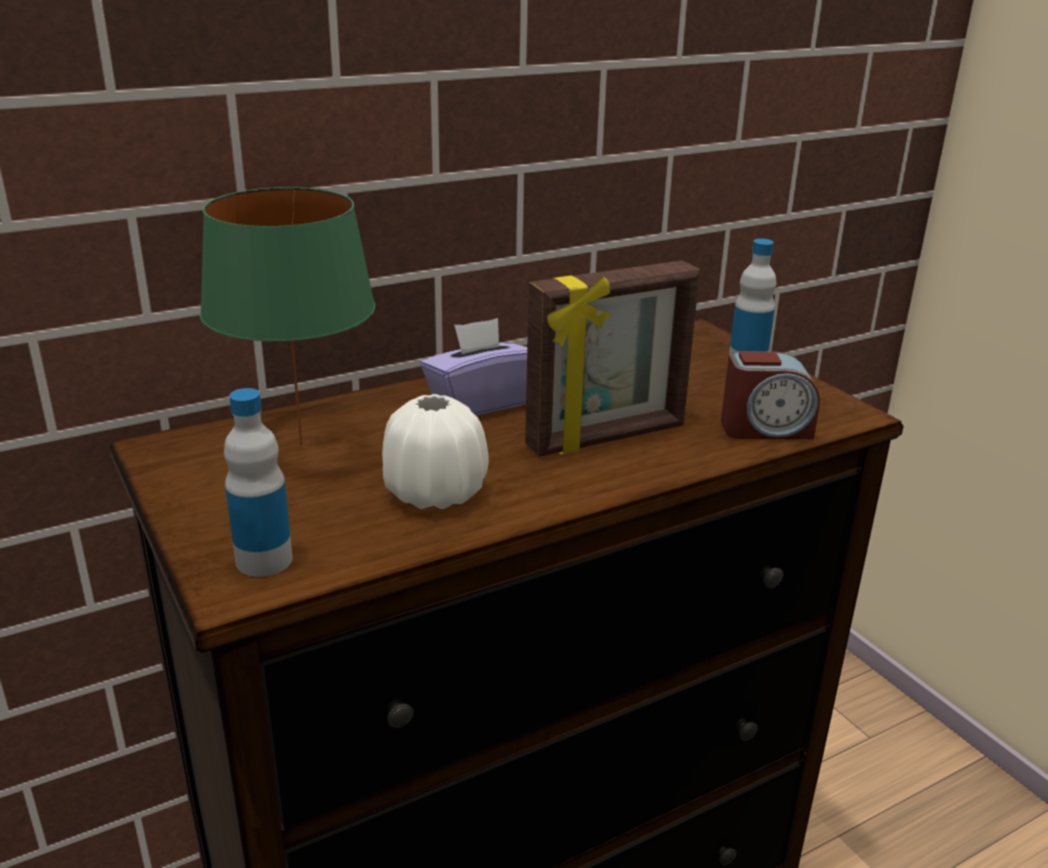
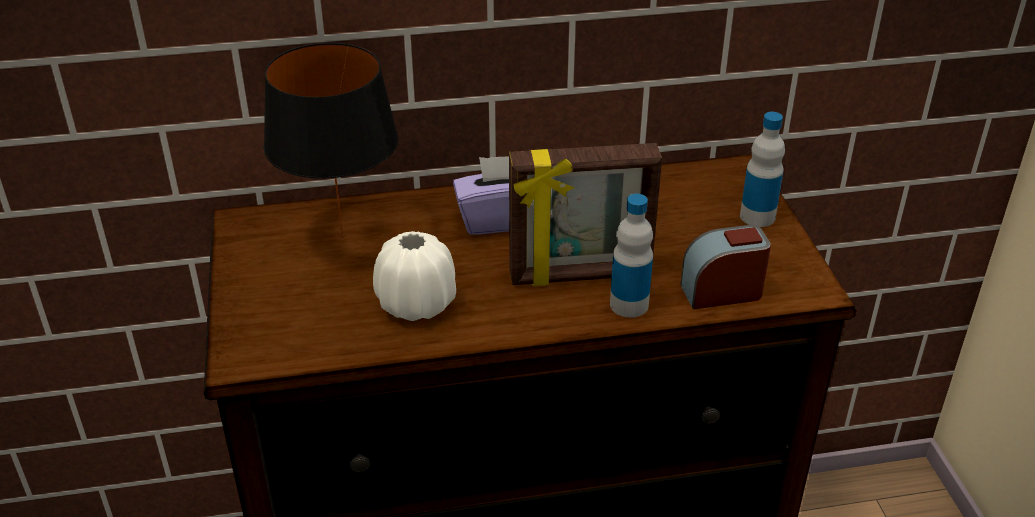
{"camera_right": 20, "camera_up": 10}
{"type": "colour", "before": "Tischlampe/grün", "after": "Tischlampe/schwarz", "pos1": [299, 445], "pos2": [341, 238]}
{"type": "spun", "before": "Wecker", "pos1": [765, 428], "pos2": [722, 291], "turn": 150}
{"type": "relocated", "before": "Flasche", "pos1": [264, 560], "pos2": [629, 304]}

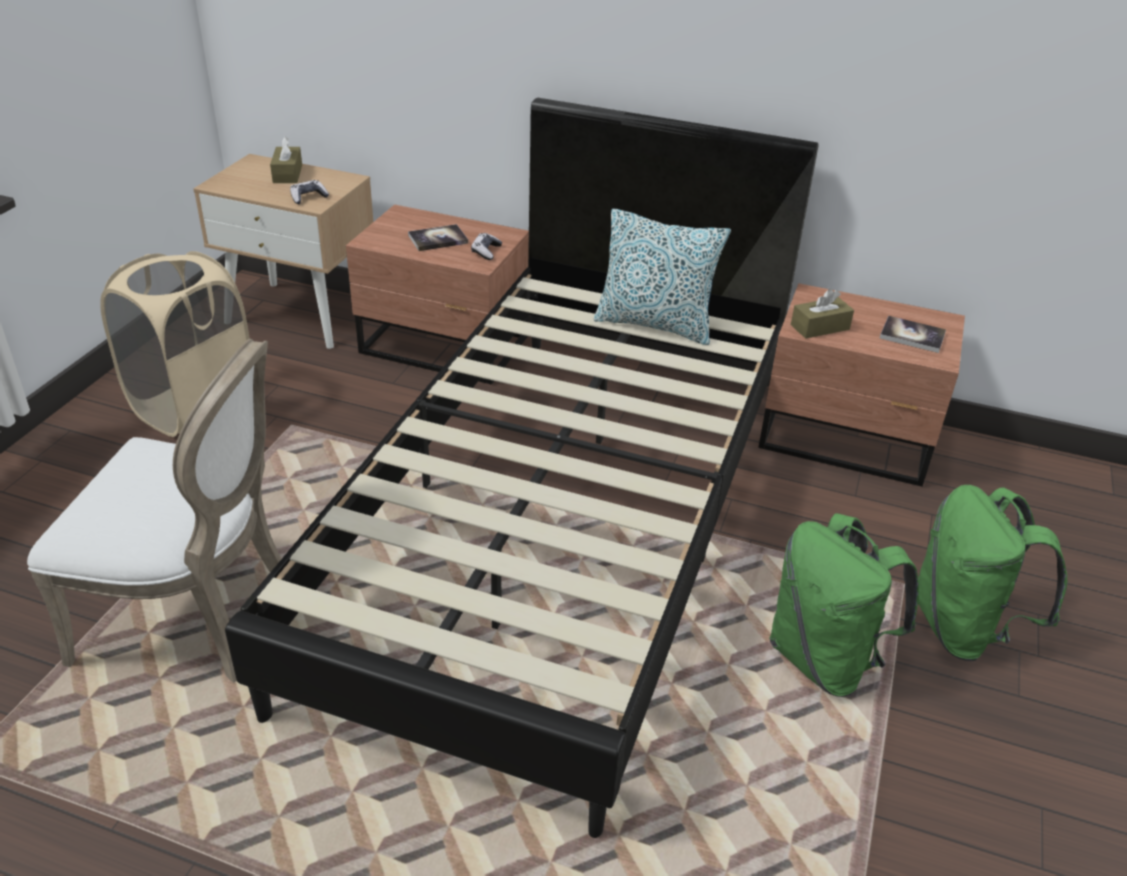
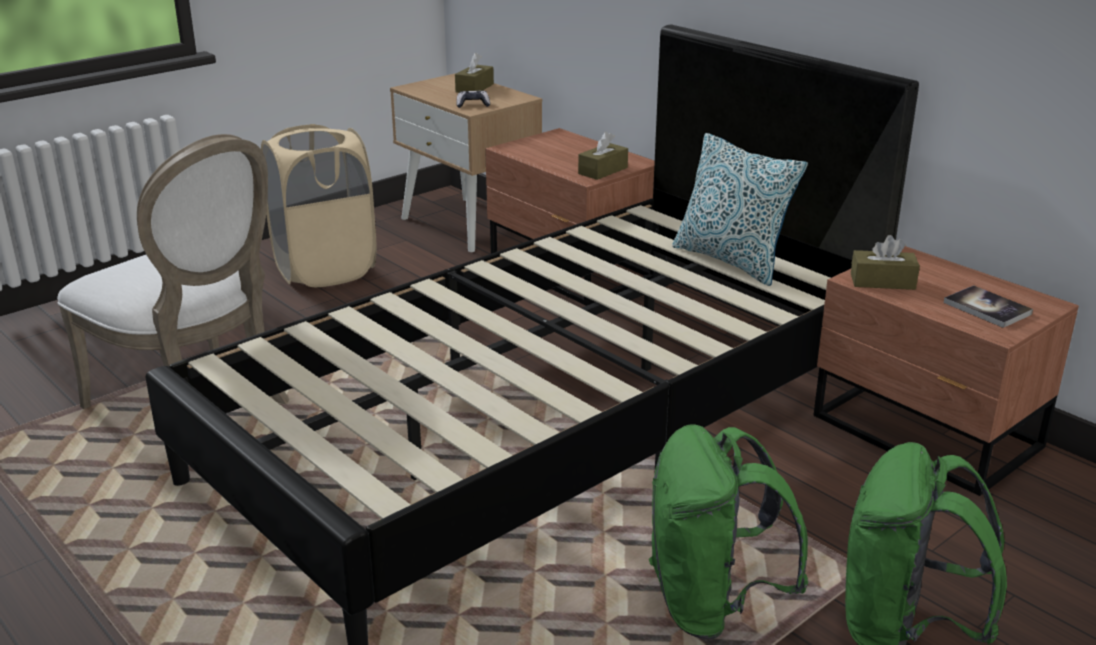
{"camera_right": 30, "camera_up": -10}
{"type": "missing", "before": "Buch", "pos1": [438, 239]}
{"type": "exchanged", "before": "Gamepad", "after": "Taschentuchbox/braun", "pos1": [486, 251], "pos2": [603, 171]}

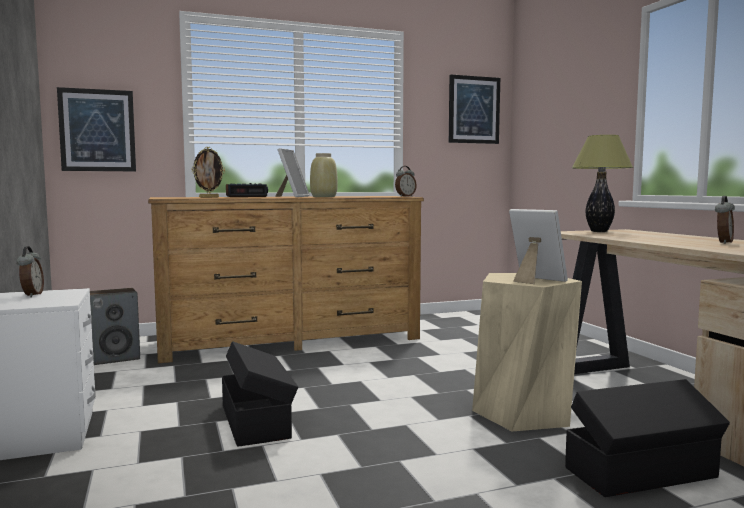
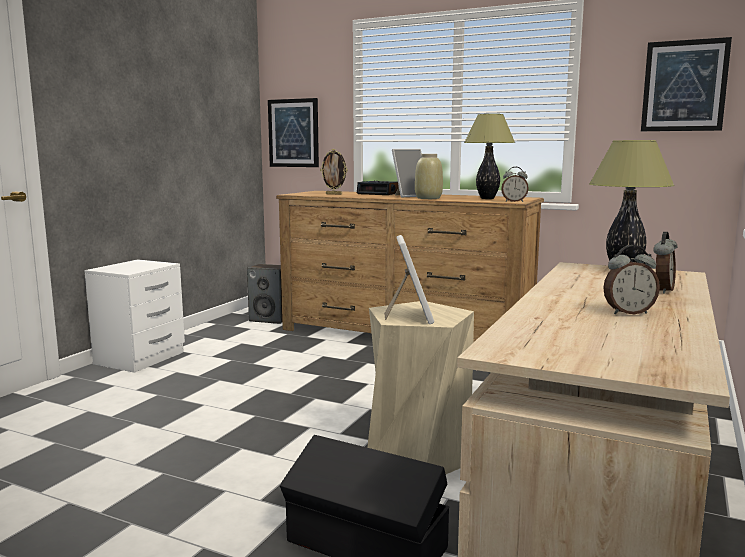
{"camera_right": 45, "camera_up": 5}
{"type": "relocated", "before": "Wecker", "pos1": [31, 295], "pos2": [662, 290]}
{"type": "missing", "before": "Aufbewahrungsbox/schwarz", "pos1": [256, 420]}
{"type": "appeared", "after": "Tischlampe", "pos2": [487, 198]}

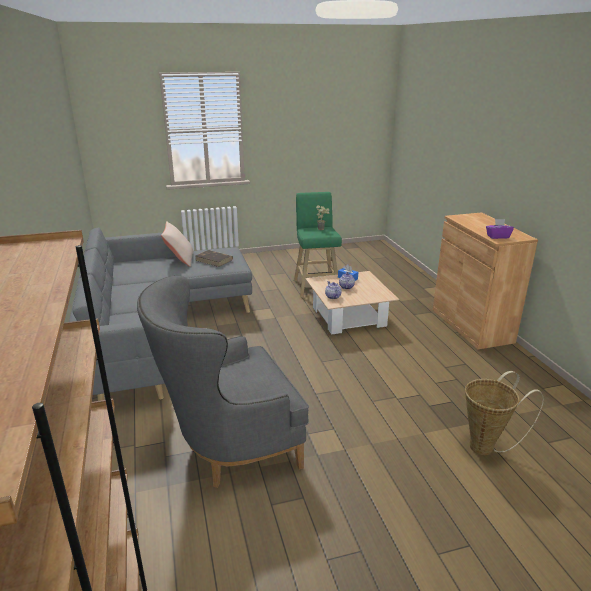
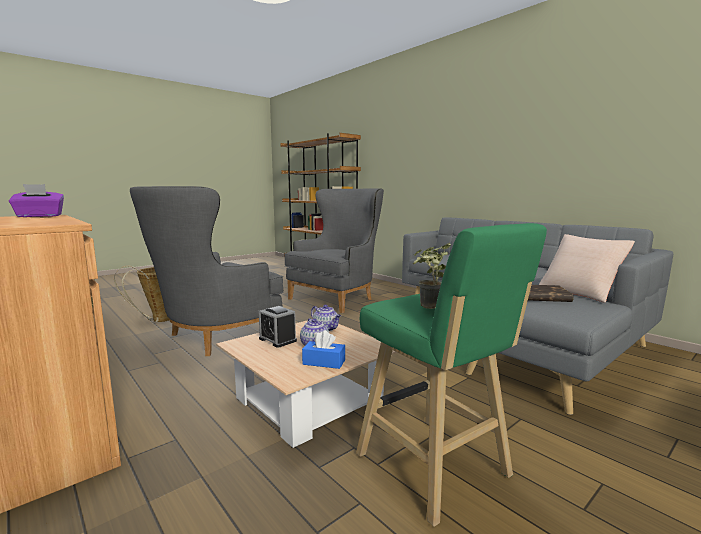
{"camera_right": 155, "camera_up": -15}
{"type": "appeared", "after": "Sessel/grau", "pos2": [212, 338]}
{"type": "appeared", "after": "Wecker", "pos2": [277, 340]}

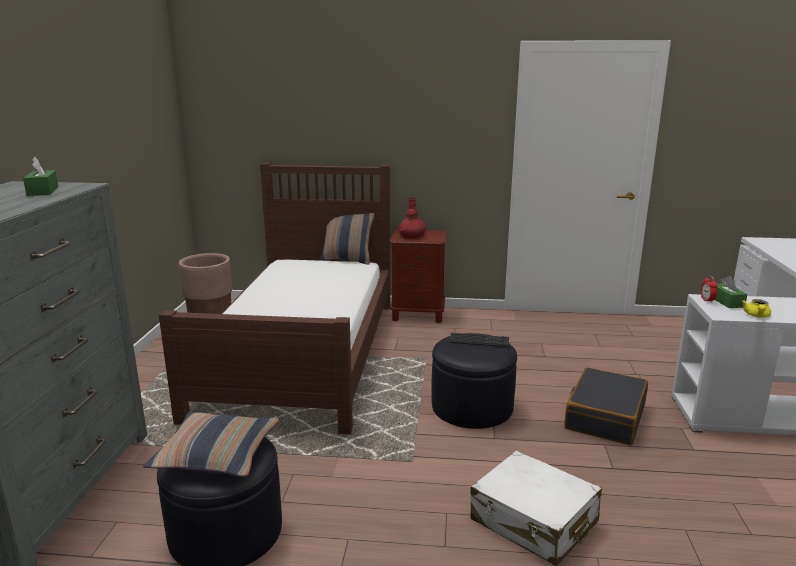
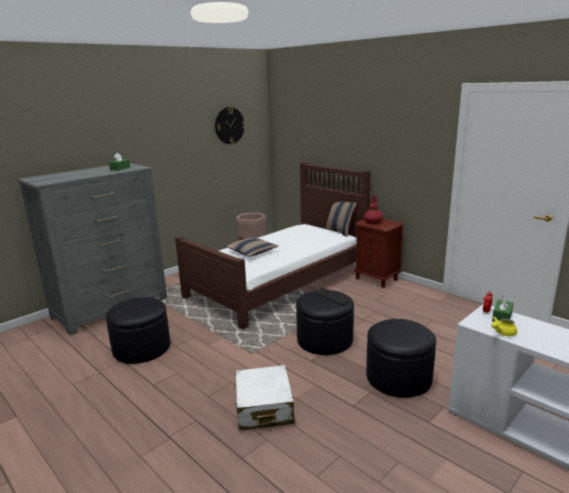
{"camera_right": 40, "camera_up": 0}
{"type": "exchanged", "before": "Koffer/schwarz", "after": "Polsterhocker/schwarz", "pos1": [604, 417], "pos2": [398, 378]}
{"type": "relocated", "before": "Kissen", "pos1": [217, 455], "pos2": [252, 252]}
{"type": "appeared", "after": "Wanduhr", "pos2": [229, 125]}

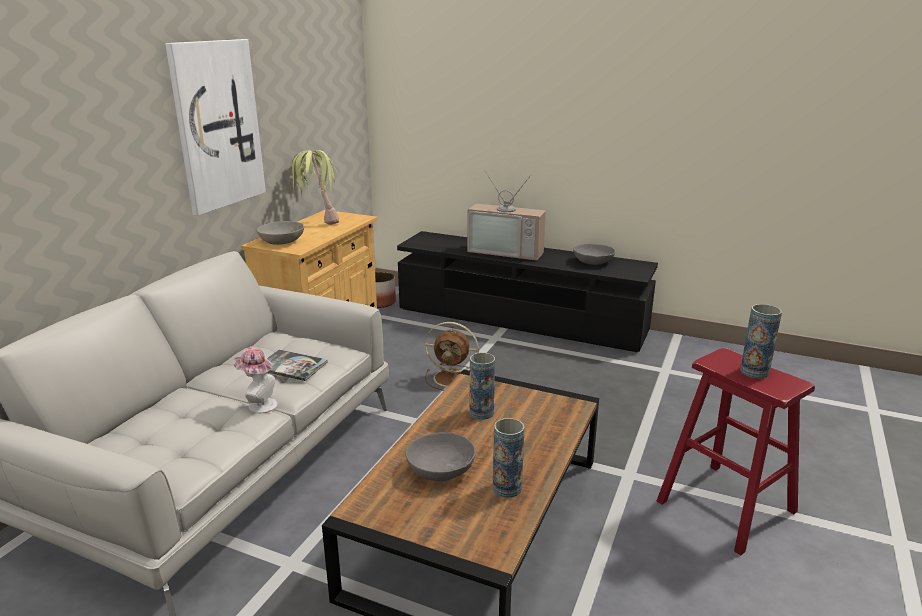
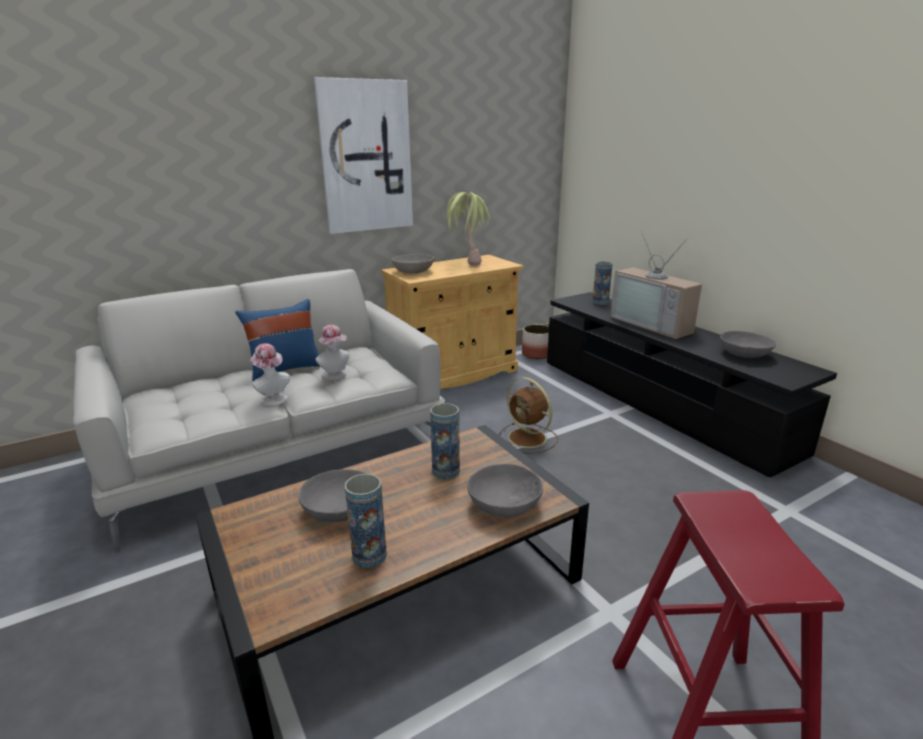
{"camera_right": 35, "camera_up": 0}
{"type": "relocated", "before": "Vase", "pos1": [754, 371], "pos2": [600, 302]}
{"type": "exchanged", "before": "Buch", "after": "Hut", "pos1": [291, 366], "pos2": [335, 376]}
{"type": "appeared", "after": "Kissen/blau", "pos2": [285, 369]}
{"type": "appeared", "after": "Schüssel/grau", "pos2": [504, 503]}

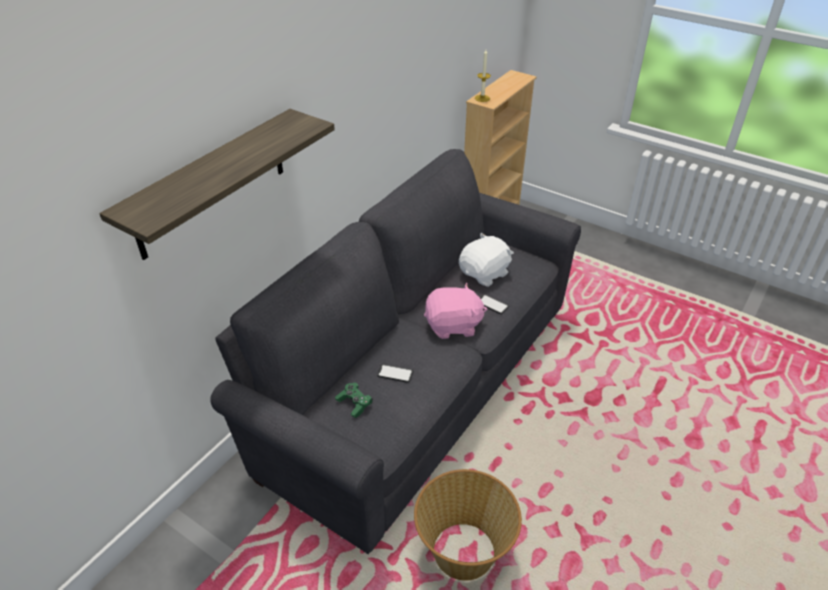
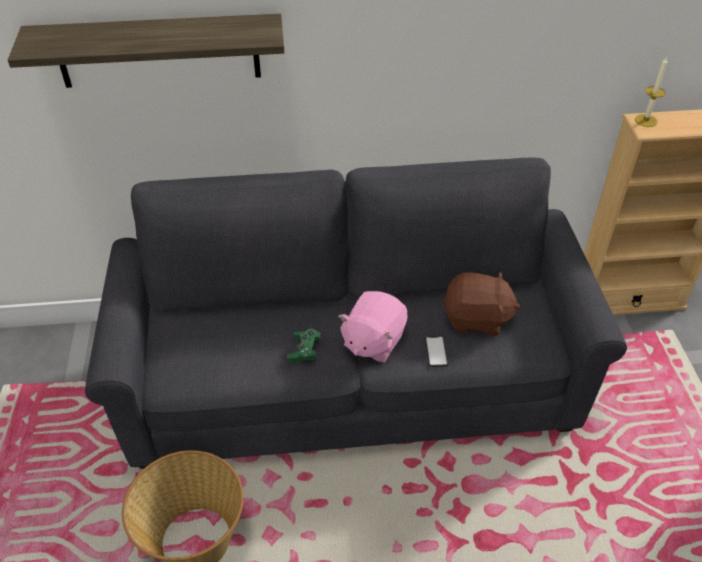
{"camera_right": 50, "camera_up": 5}
{"type": "colour", "before": "Plüschtier/weiß", "after": "Plüschtier/braun", "pos1": [485, 274], "pos2": [476, 319]}
{"type": "spun", "before": "Plüschtier/rosa", "pos1": [453, 326], "pos2": [373, 341], "turn": 75}
{"type": "missing", "before": "Handy", "pos1": [395, 373]}
{"type": "relocated", "before": "Gamepad/grün", "pos1": [354, 404], "pos2": [304, 350]}

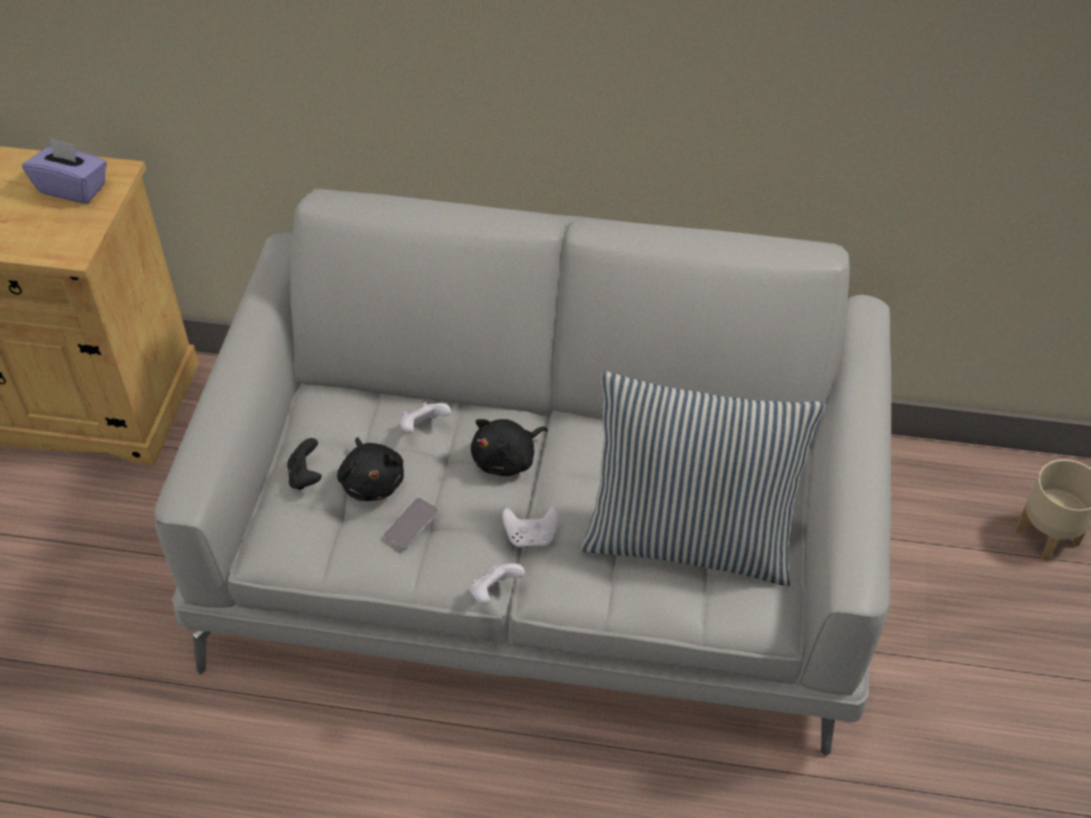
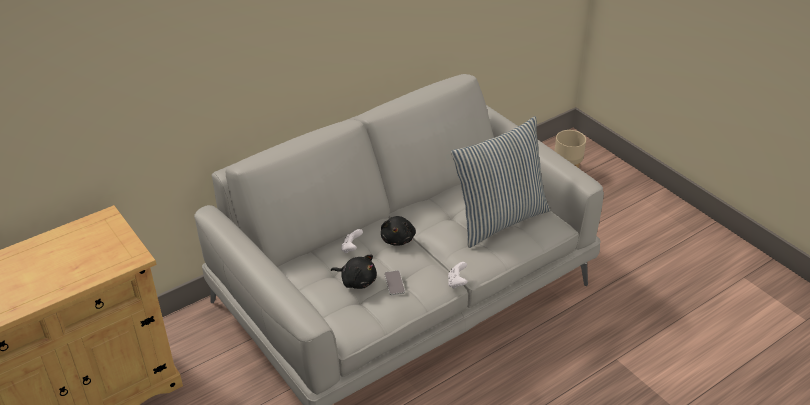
{"camera_right": -45, "camera_up": -10}
{"type": "missing", "before": "Taschentuchbox/lila", "pos1": [73, 188]}
{"type": "missing", "before": "Gamepad/schwarz", "pos1": [306, 476]}
{"type": "missing", "before": "Gamepad/weiß", "pos1": [531, 536]}

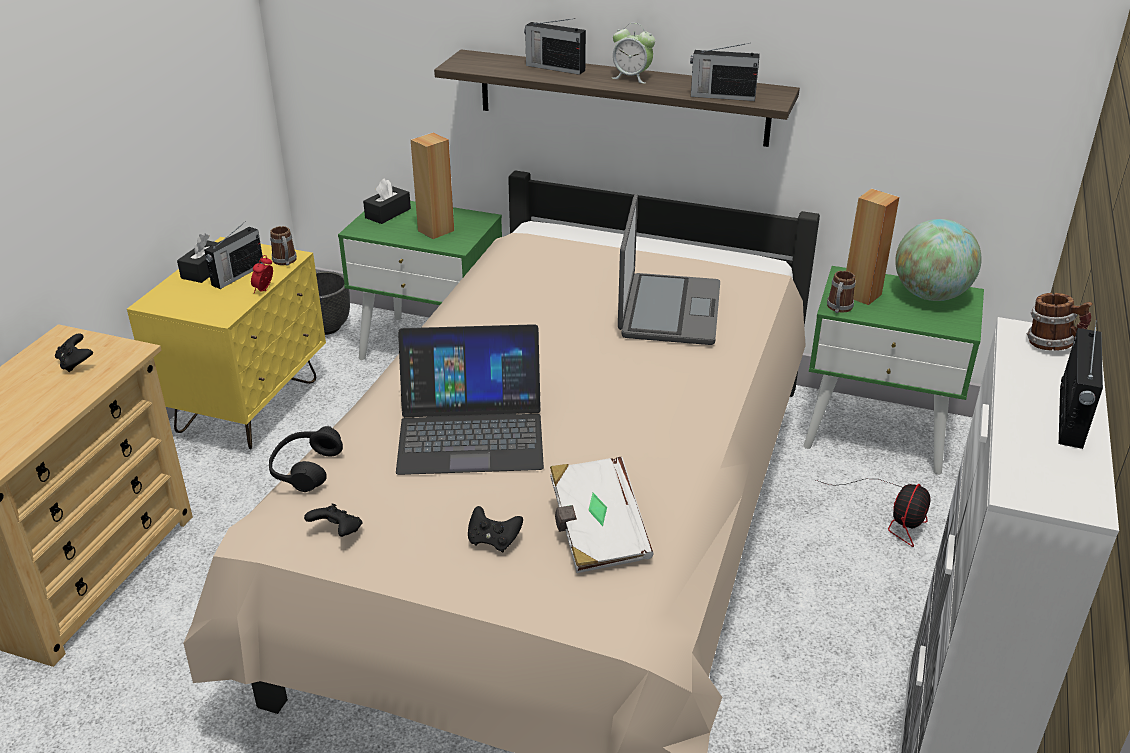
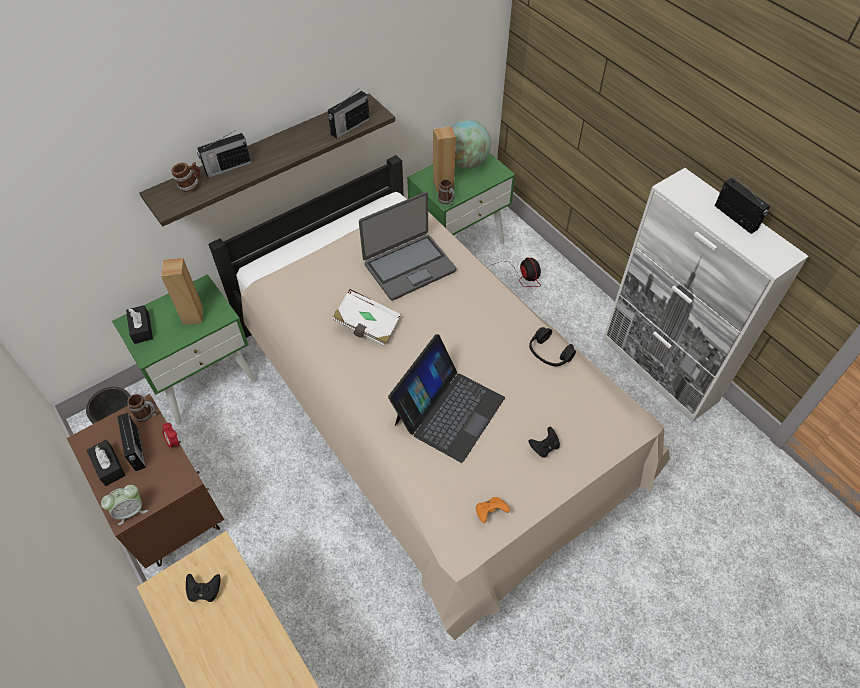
{"camera_right": -55, "camera_up": 20}
{"type": "relocated", "before": "Wecker", "pos1": [632, 77], "pos2": [130, 511]}
{"type": "spun", "before": "Laptop", "pos1": [668, 310], "pos2": [409, 266], "turn": 105}
{"type": "colour", "before": "Nachttisch/gelb", "after": "Nachttisch/braun", "pos1": [248, 406], "pos2": [169, 510]}
{"type": "relocated", "before": "Henkelbecher", "pos1": [1052, 345], "pos2": [190, 186]}
{"type": "relocated", "before": "Kopfhörer/schwarz", "pos1": [305, 469], "pos2": [549, 353]}
{"type": "relocated", "before": "Buch/weiß", "pos1": [596, 532], "pos2": [367, 326]}
{"type": "colour", "before": "Gamepad/schwarz", "after": "Gamepad/orange", "pos1": [337, 532], "pos2": [490, 512]}

